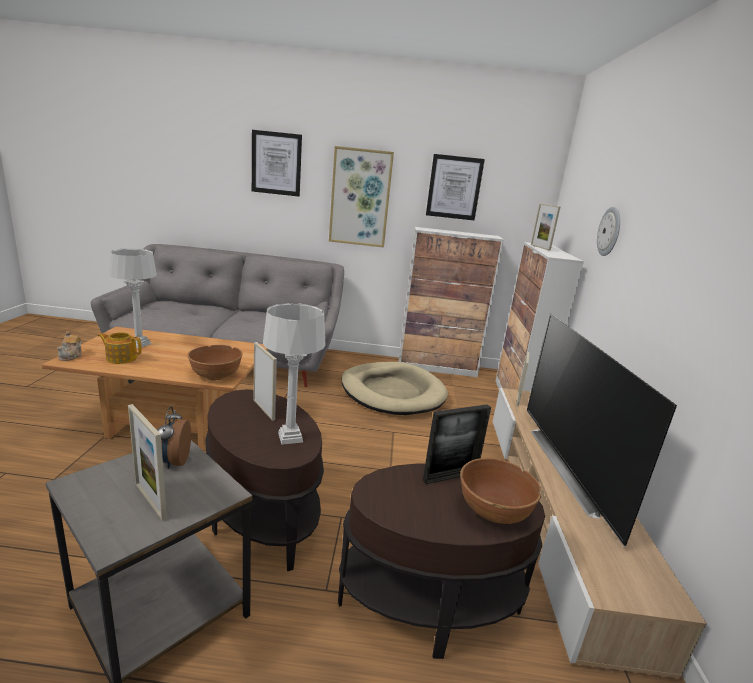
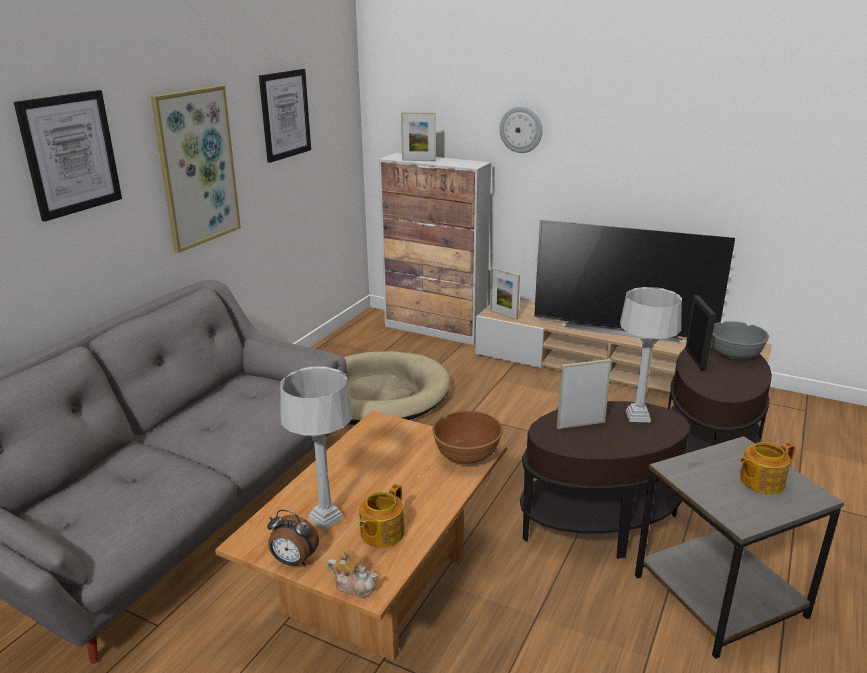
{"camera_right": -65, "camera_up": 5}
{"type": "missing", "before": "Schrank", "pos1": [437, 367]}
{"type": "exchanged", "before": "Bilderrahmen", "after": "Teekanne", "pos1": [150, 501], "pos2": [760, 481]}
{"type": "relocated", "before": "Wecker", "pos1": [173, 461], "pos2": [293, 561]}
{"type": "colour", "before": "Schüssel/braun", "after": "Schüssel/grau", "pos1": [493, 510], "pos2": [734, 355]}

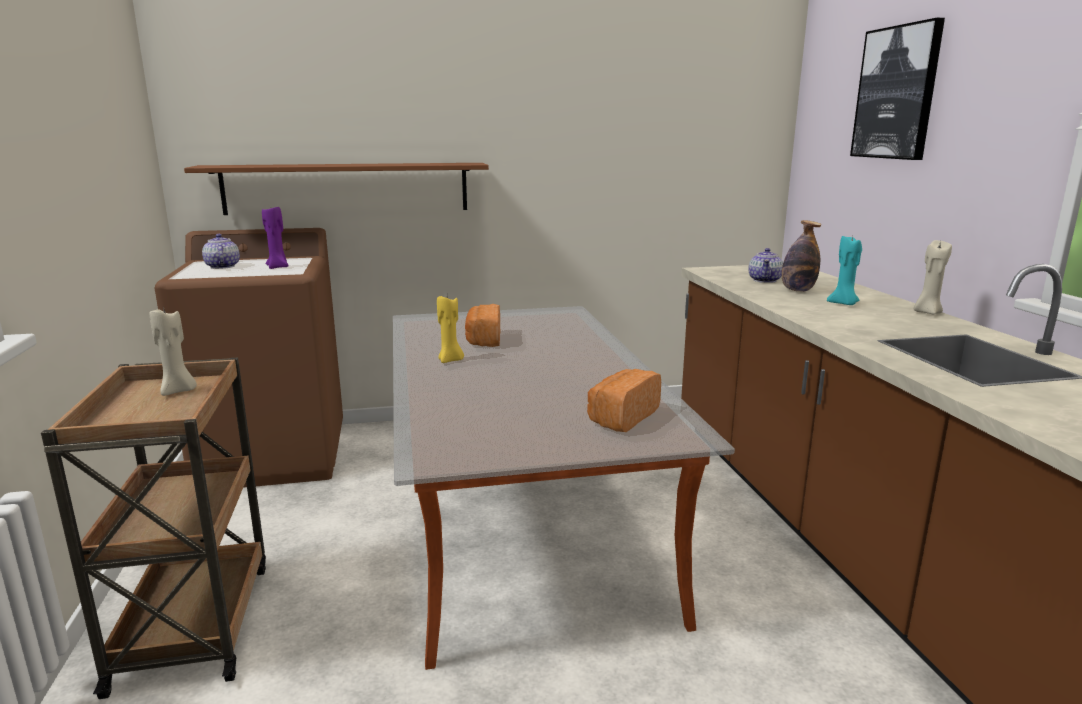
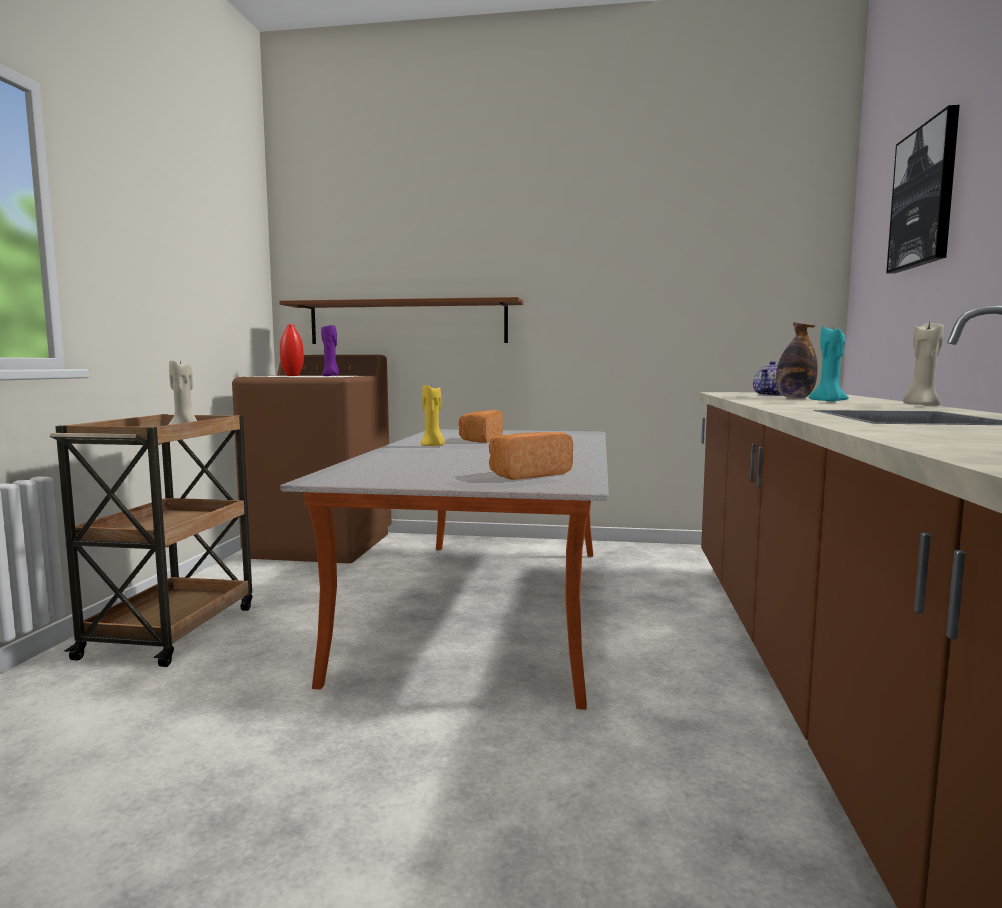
{"camera_right": 20, "camera_up": -10}
{"type": "exchanged", "before": "Teekanne", "after": "Vase/rot", "pos1": [222, 267], "pos2": [292, 375]}

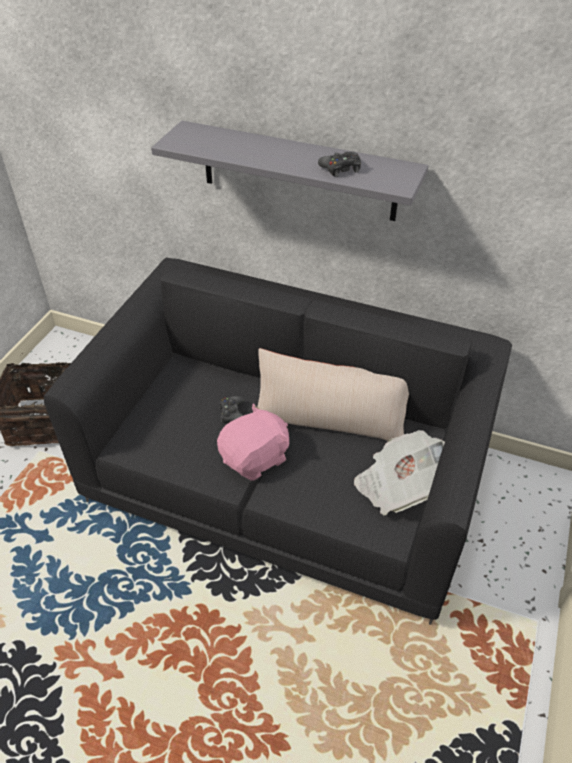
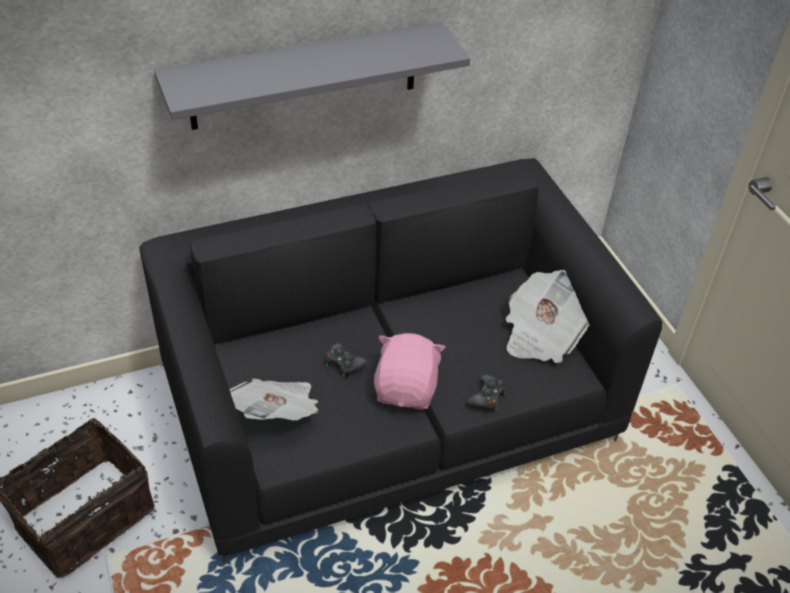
{"camera_right": -45, "camera_up": 0}
{"type": "relocated", "before": "Gamepad/schwarz", "pos1": [341, 169], "pos2": [487, 397]}
{"type": "missing", "before": "Kissen/beige", "pos1": [329, 420]}
{"type": "appeared", "after": "Zeitung", "pos2": [276, 414]}

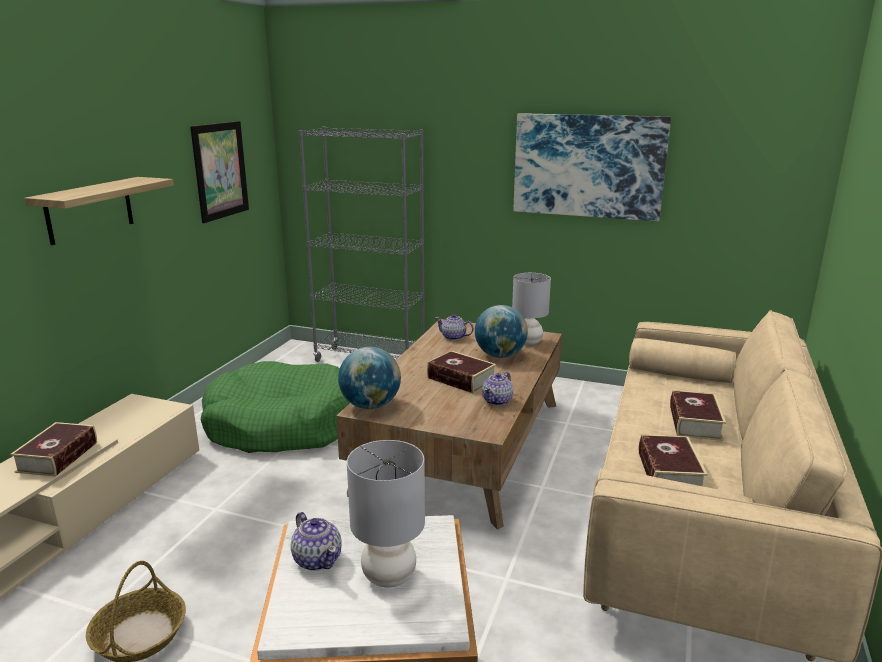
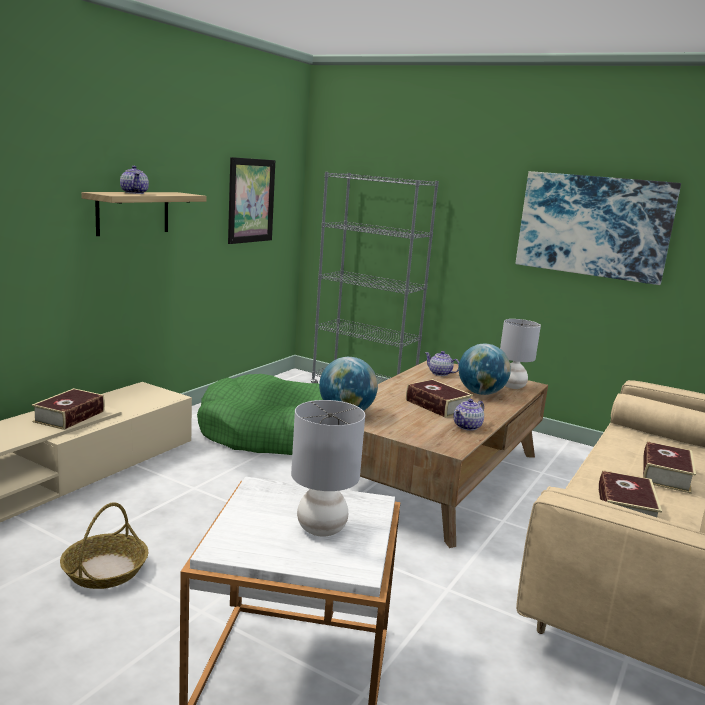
{"camera_right": 10, "camera_up": -5}
{"type": "relocated", "before": "Teekanne", "pos1": [317, 559], "pos2": [134, 193]}

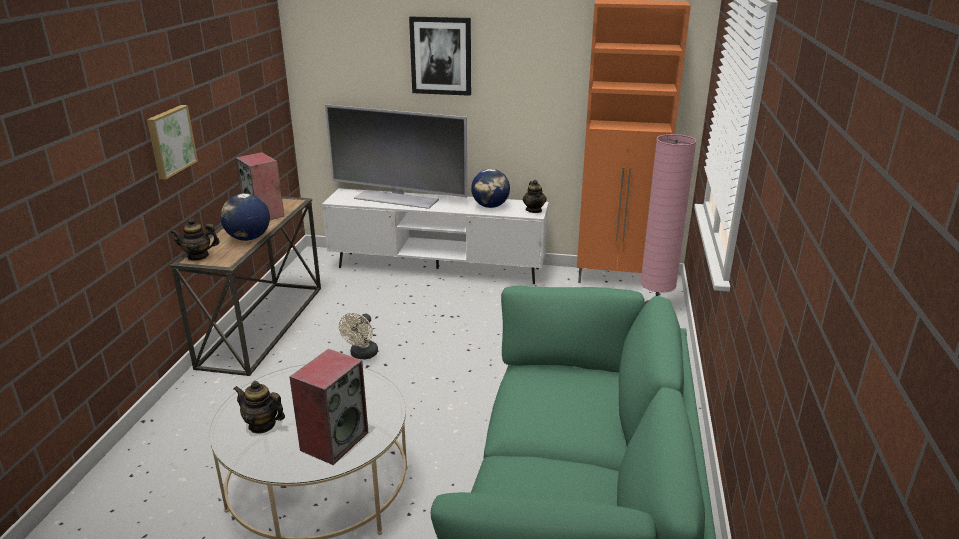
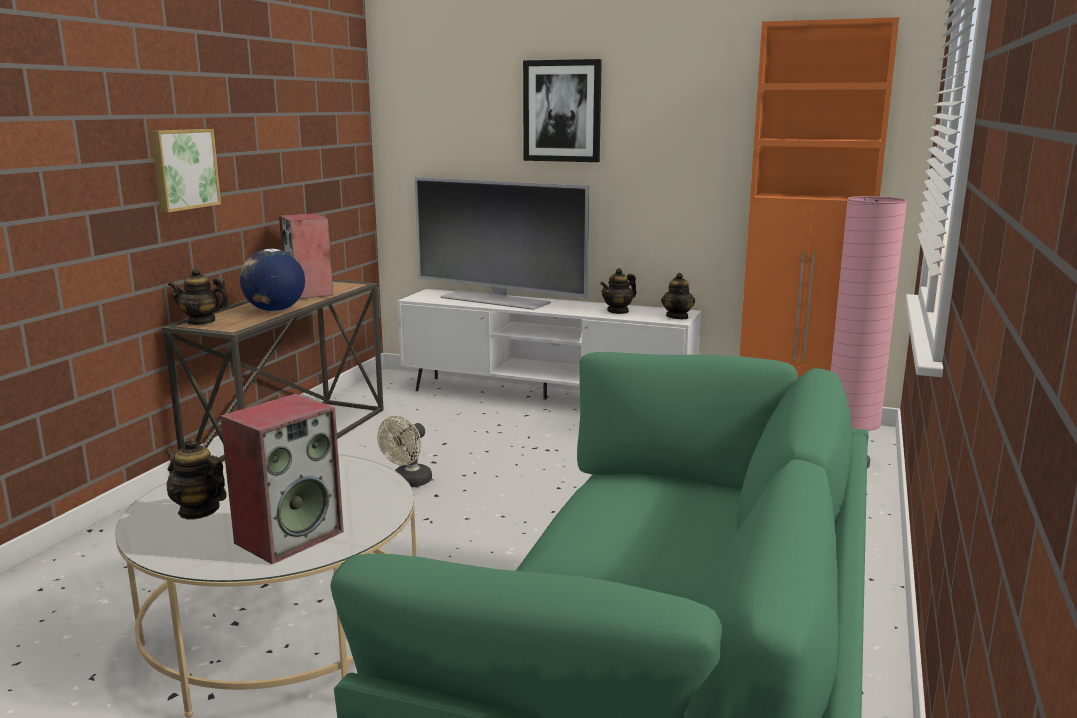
{"camera_right": 10, "camera_up": -10}
{"type": "exchanged", "before": "Globus", "after": "Teekanne", "pos1": [490, 206], "pos2": [618, 311]}

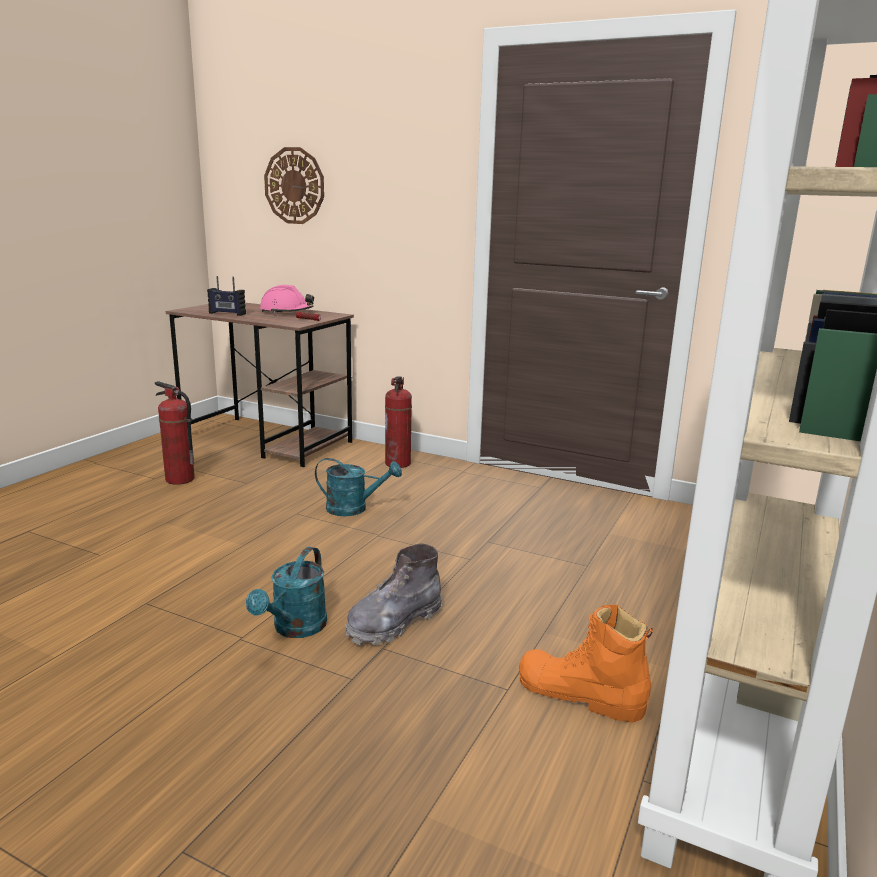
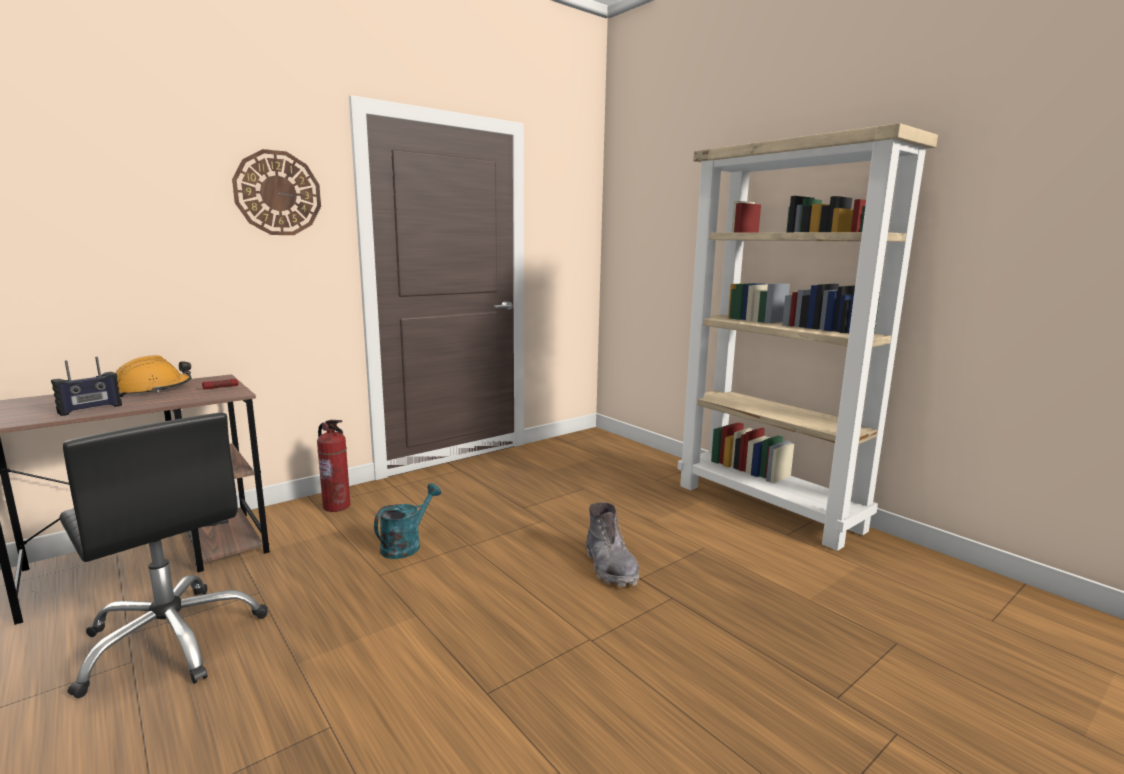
{"camera_right": -65, "camera_up": -5}
{"type": "relocated", "before": "Wanduhr", "pos1": [294, 186], "pos2": [278, 193]}
{"type": "colour", "before": "Schutzhelm/rosa", "after": "Schutzhelm/orange", "pos1": [286, 312], "pos2": [152, 389]}
{"type": "exchanged", "before": "Feuerlöscher", "after": "Bürostuhl/schwarz", "pos1": [179, 479], "pos2": [172, 640]}
{"type": "missing", "before": "Gießkanne/türkis", "pos1": [295, 629]}
{"type": "missing", "before": "Stiefel/orange", "pos1": [580, 695]}

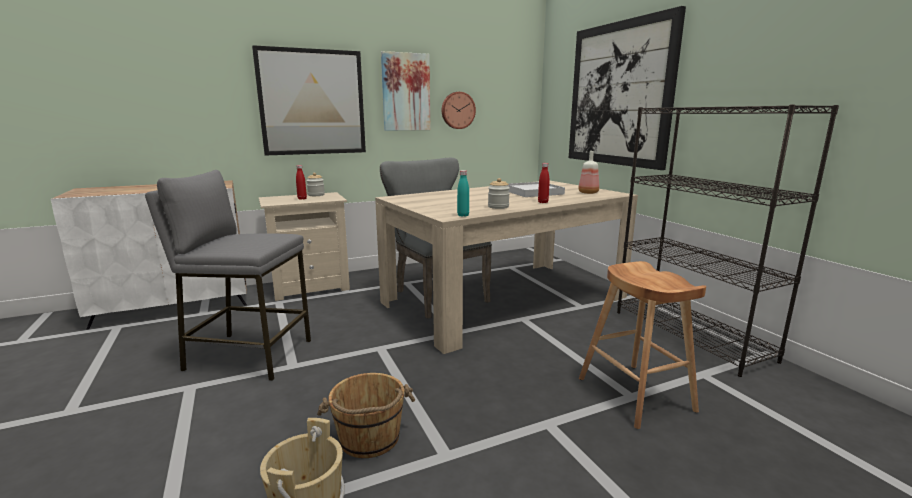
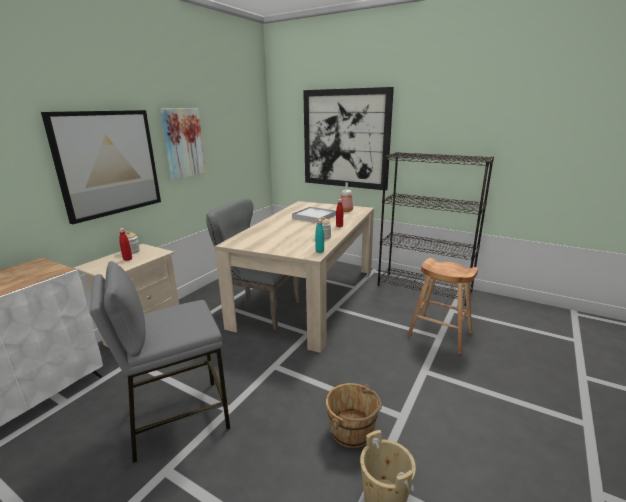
{"camera_right": -35, "camera_up": 5}
{"type": "missing", "before": "Wanduhr", "pos1": [457, 110]}

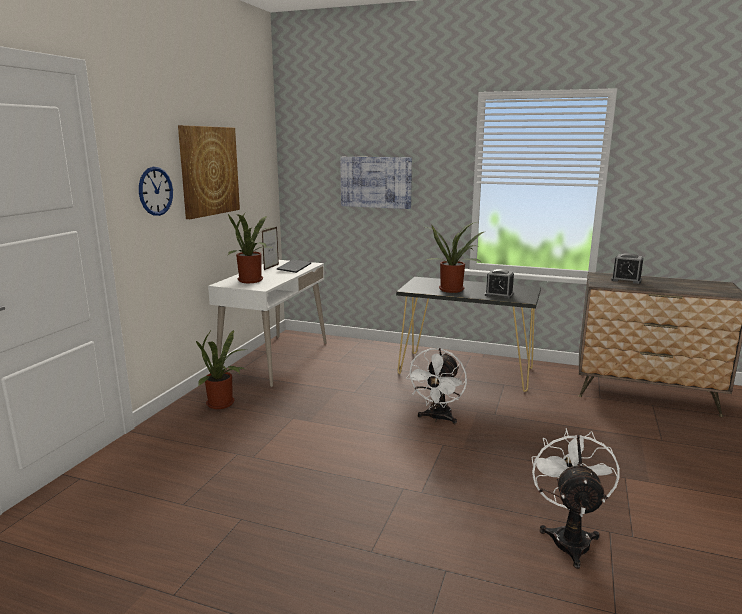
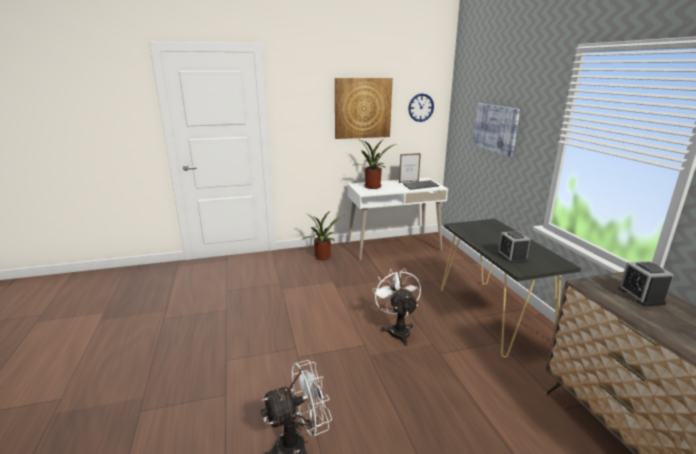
{"camera_right": 55, "camera_up": 5}
{"type": "relocated", "before": "Wanduhr", "pos1": [155, 191], "pos2": [421, 107]}
{"type": "missing", "before": "Topfpflanze", "pos1": [452, 289]}
{"type": "spun", "before": "Ventilator/weiß", "pos1": [437, 418], "pos2": [397, 330], "turn": 90}

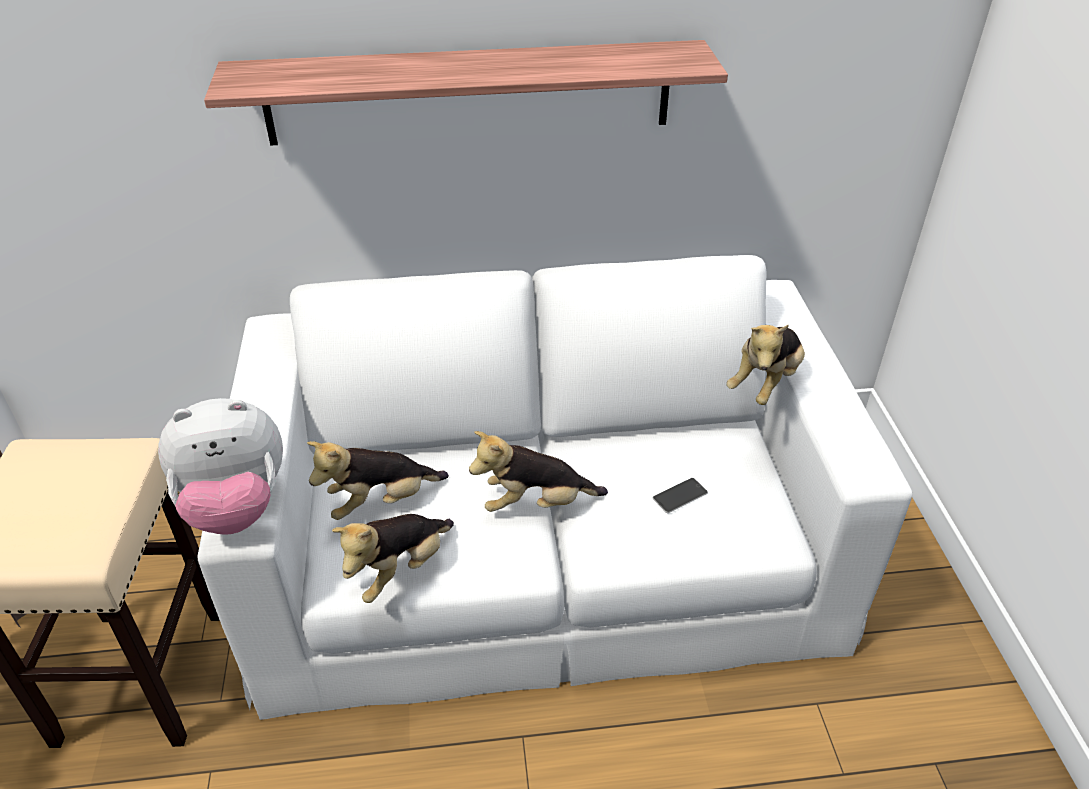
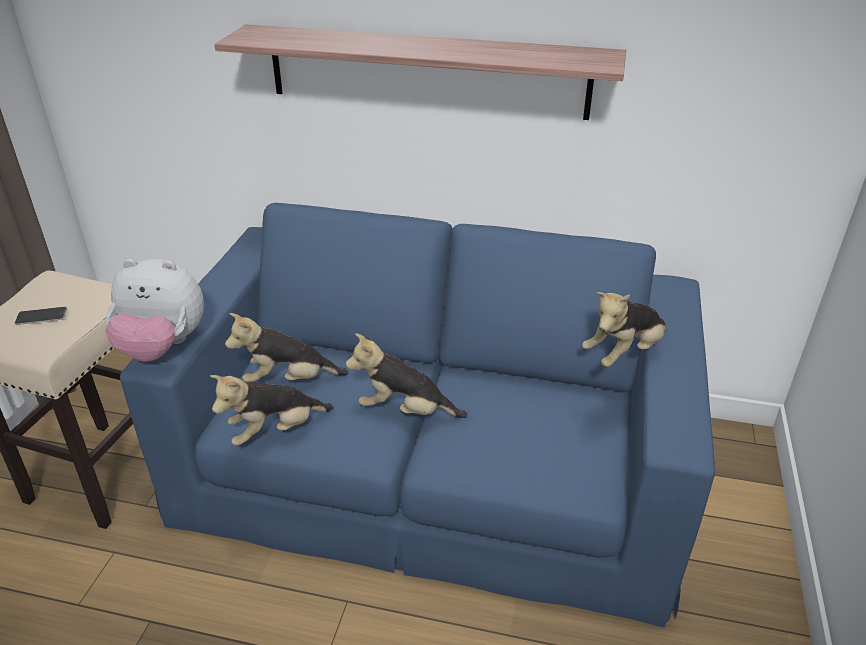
{"camera_right": 20, "camera_up": -5}
{"type": "colour", "before": "Sofa/weiß", "after": "Sofa/blau", "pos1": [545, 551], "pos2": [434, 466]}
{"type": "relocated", "before": "Handy", "pos1": [680, 495], "pos2": [41, 316]}

